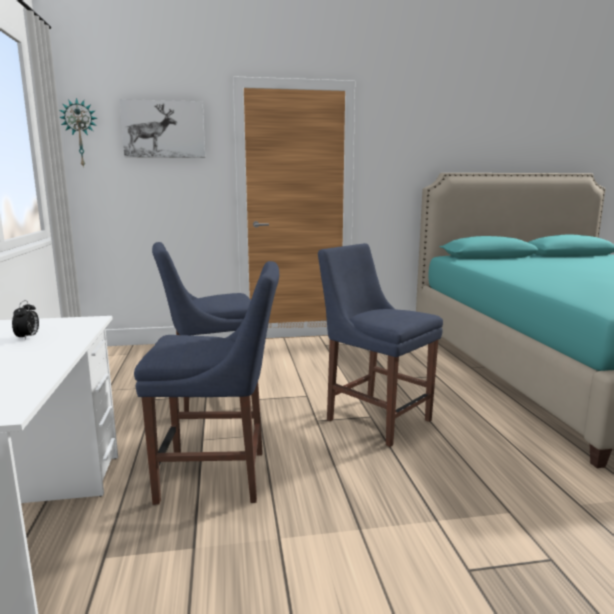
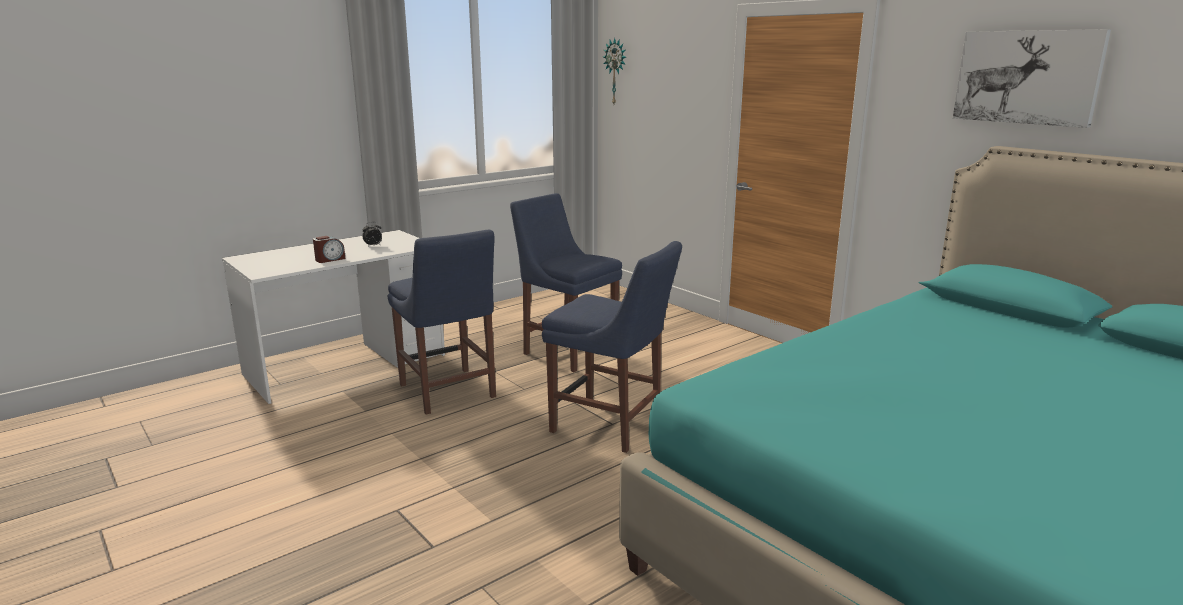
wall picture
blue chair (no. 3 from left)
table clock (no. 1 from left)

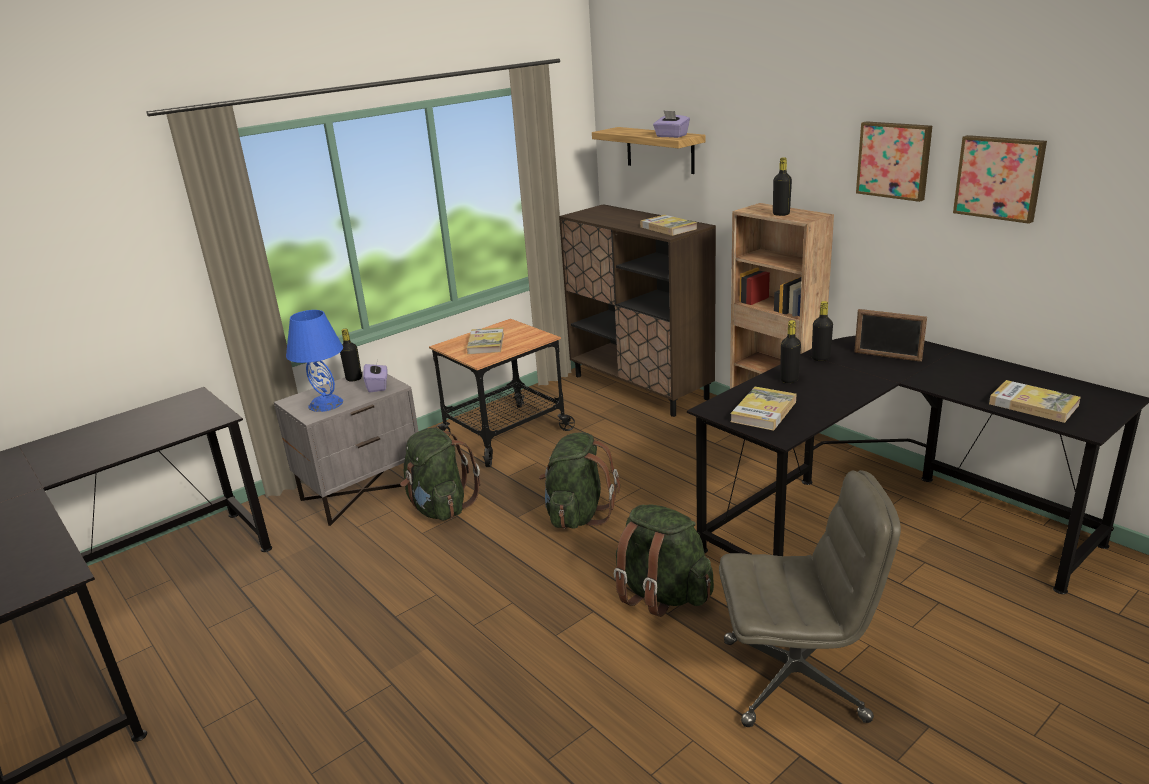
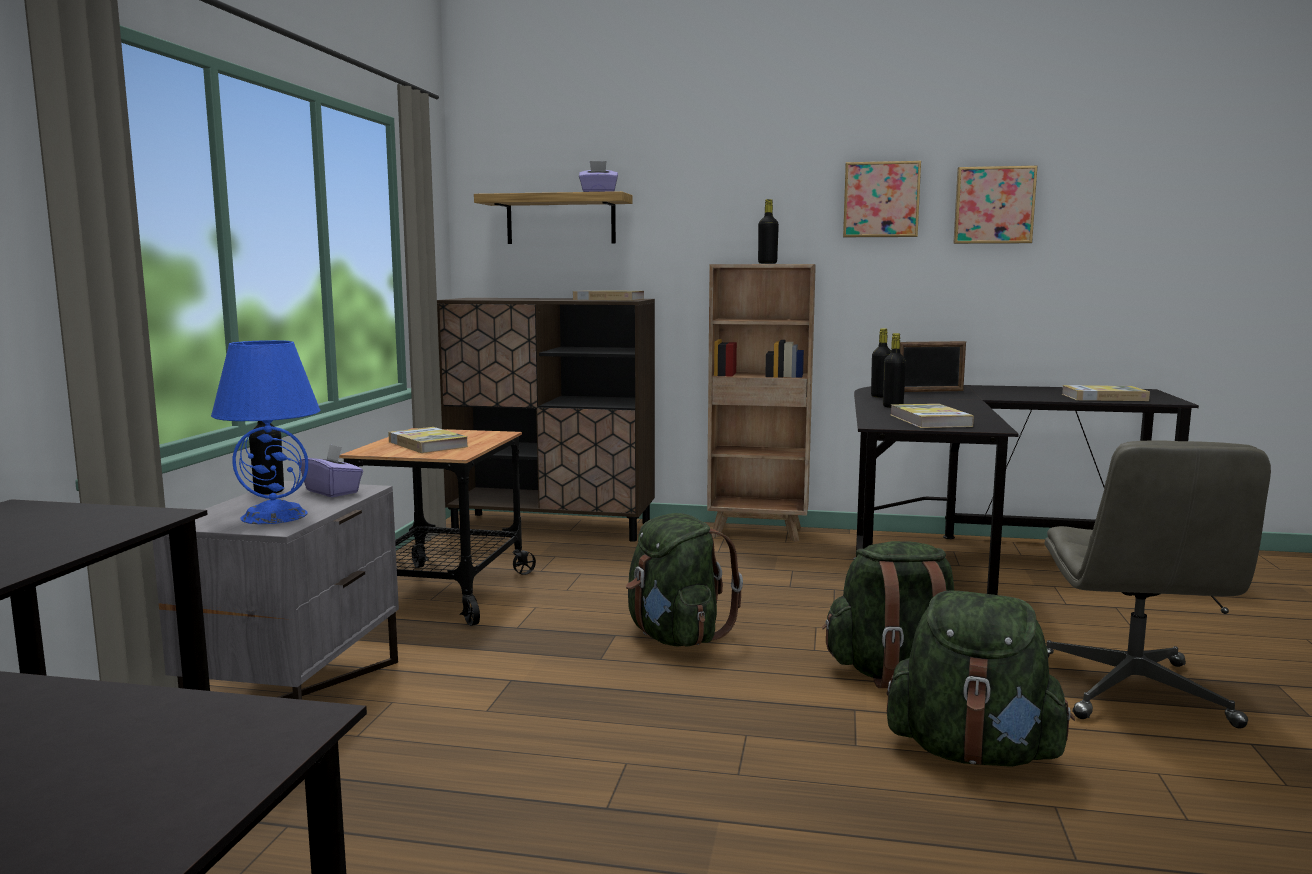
greenish knapsack (no. 3 from left)
grey computer chair

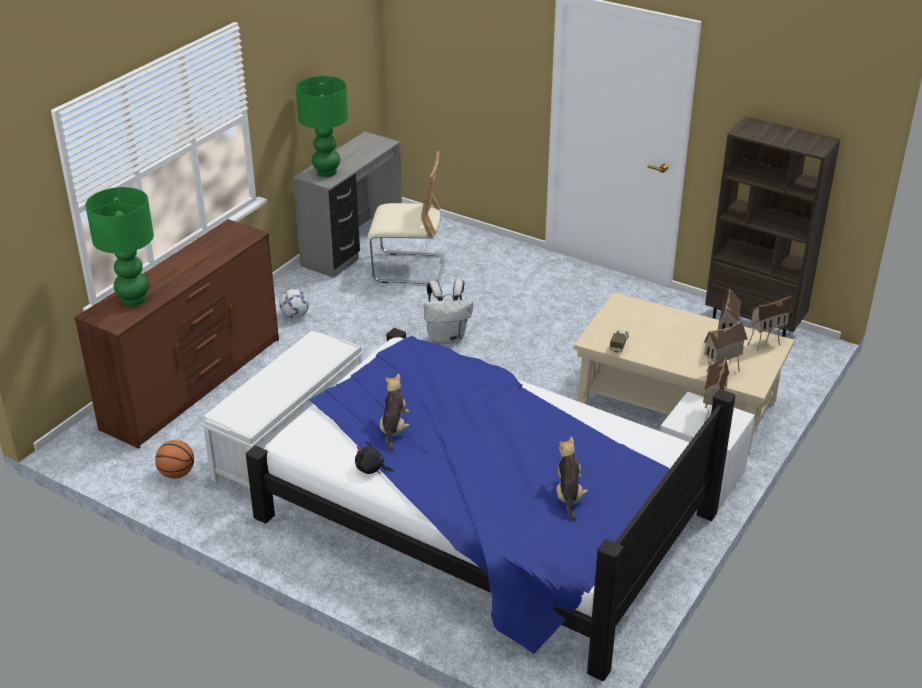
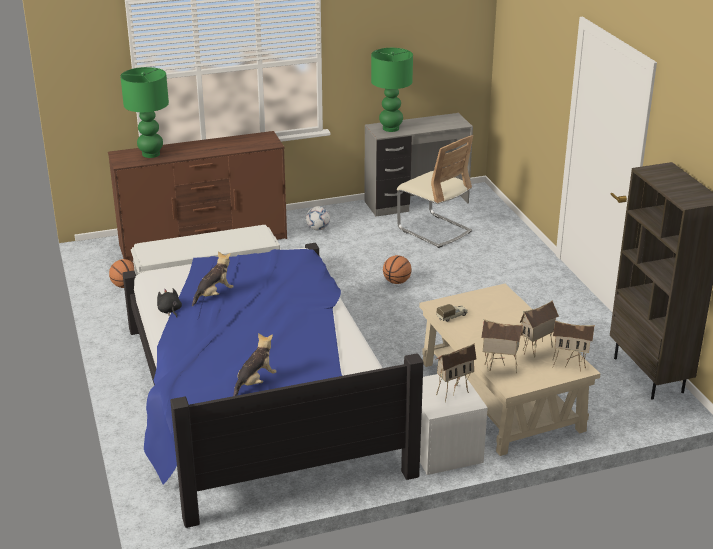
ball for basketball (no. 2 from left)

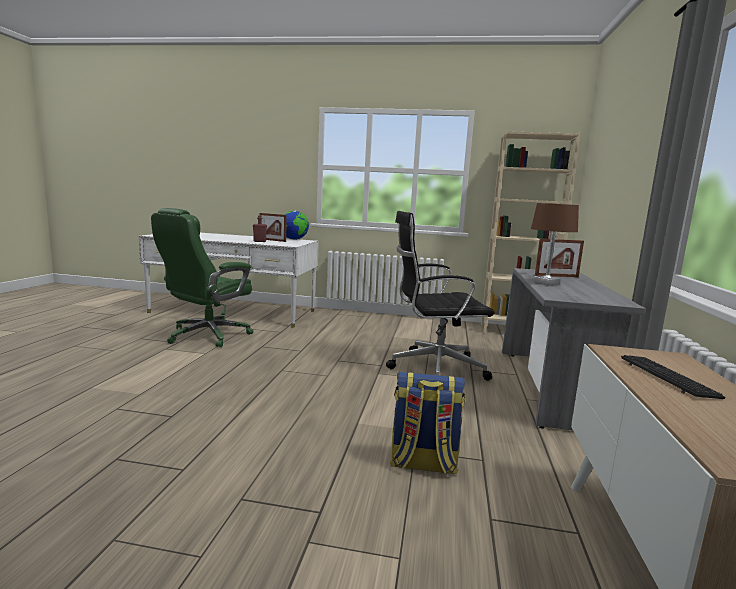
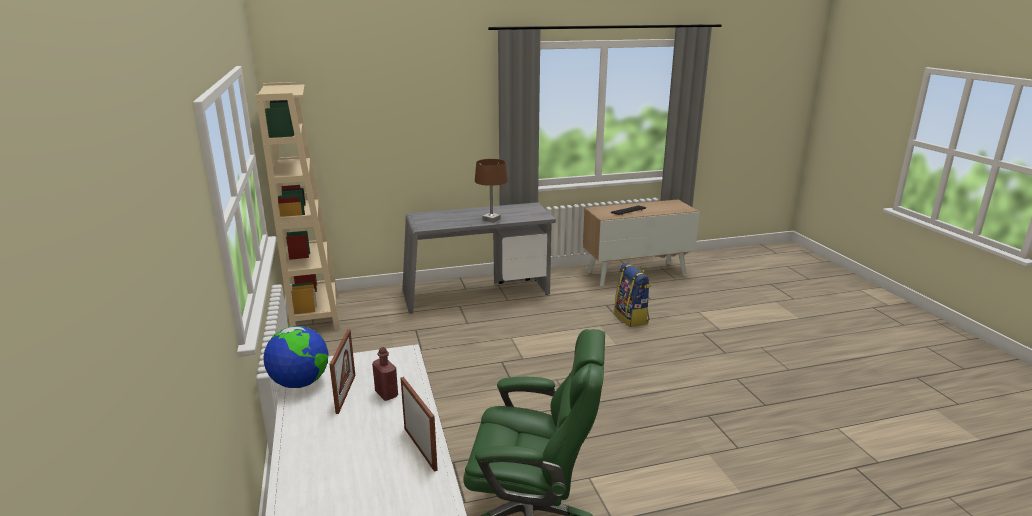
black-coloured computer chair
photo frame (no. 2 from left)

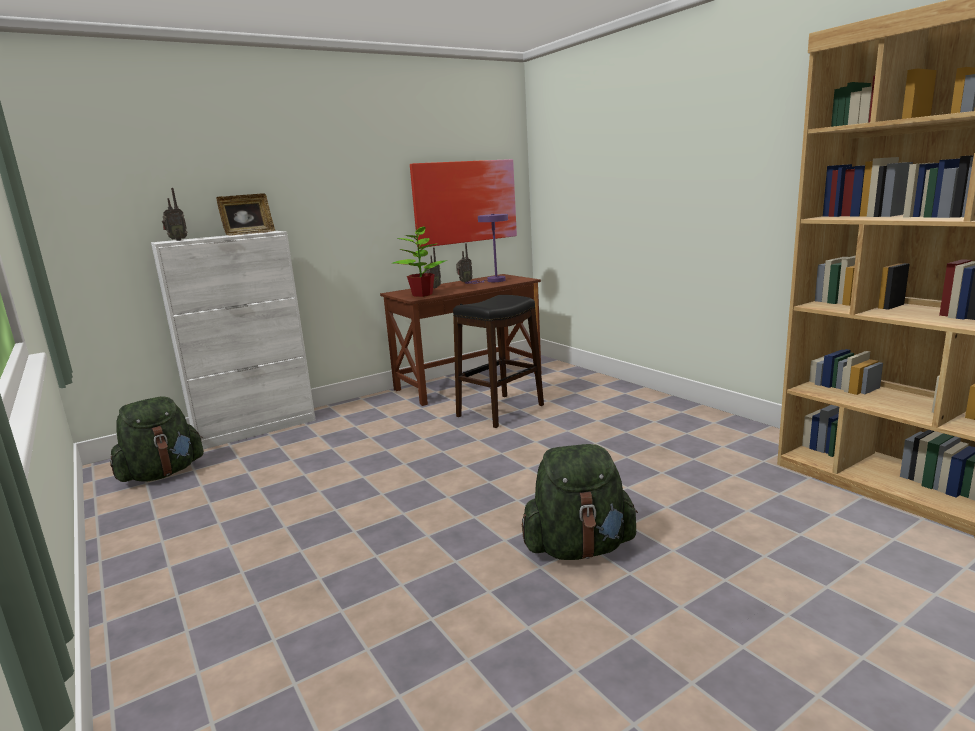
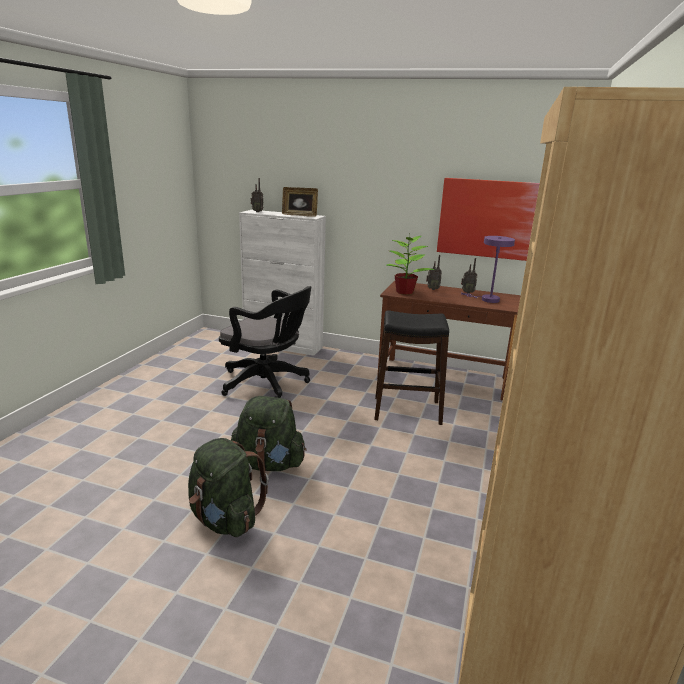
greenish knapsack (no. 2 from left)
black-coloured computer chair

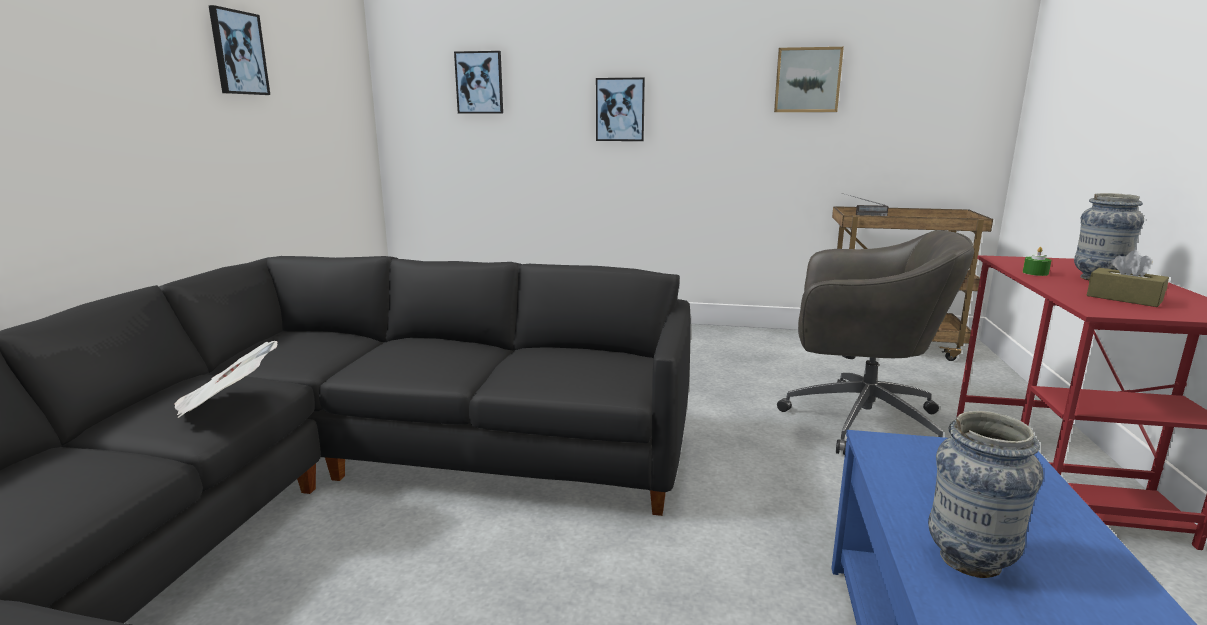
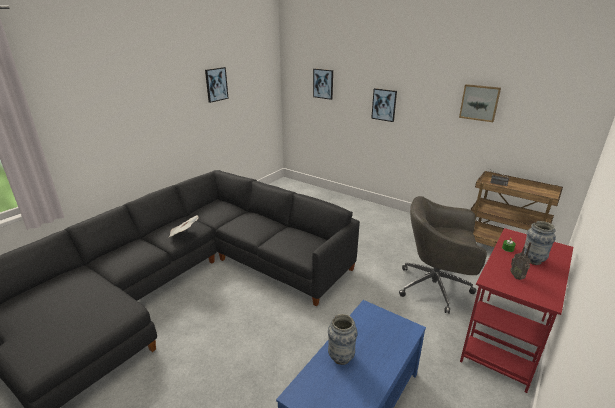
grey computer chair
radio receiver (no. 2 from left)

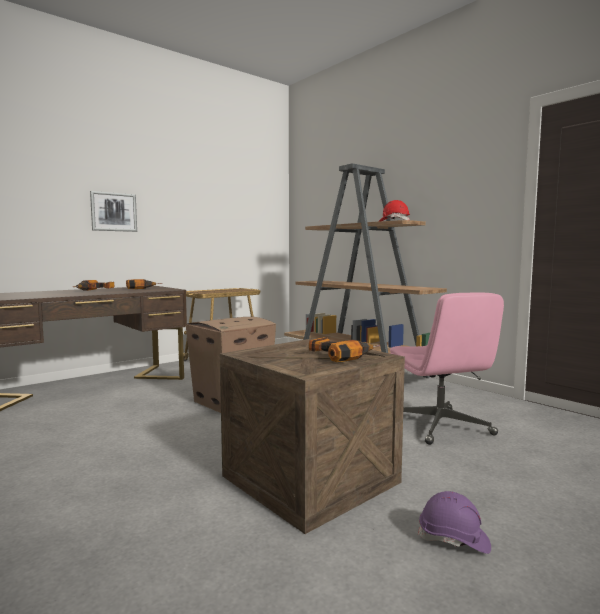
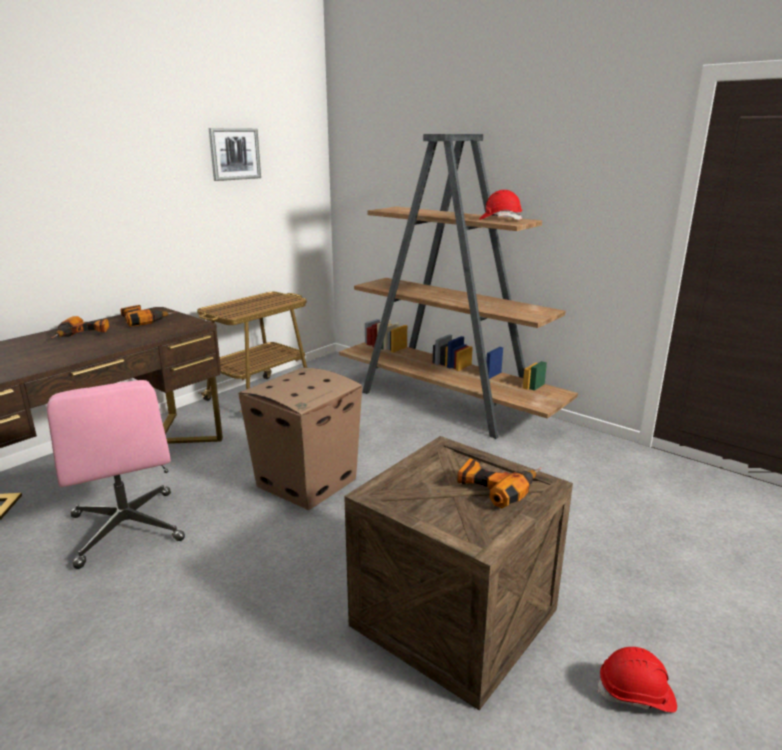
wall picture
pink computer chair
red-coloured safety helmet (no. 2 from left)

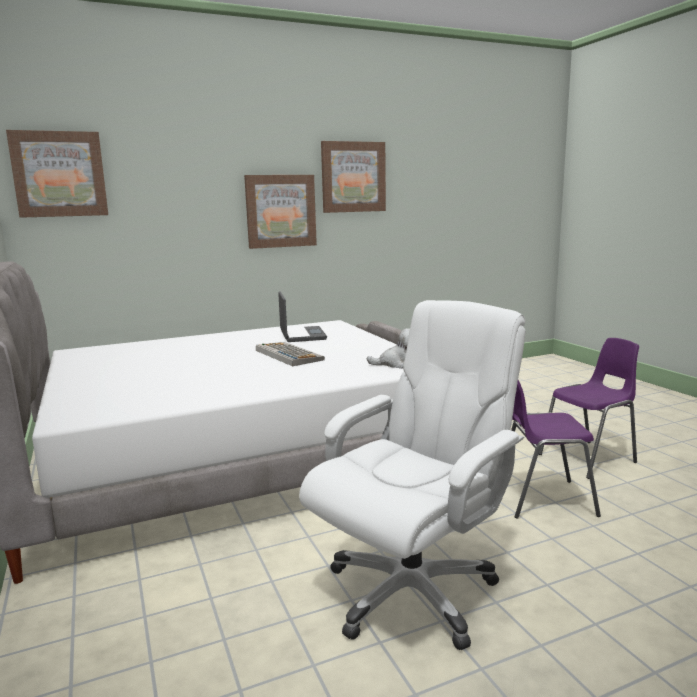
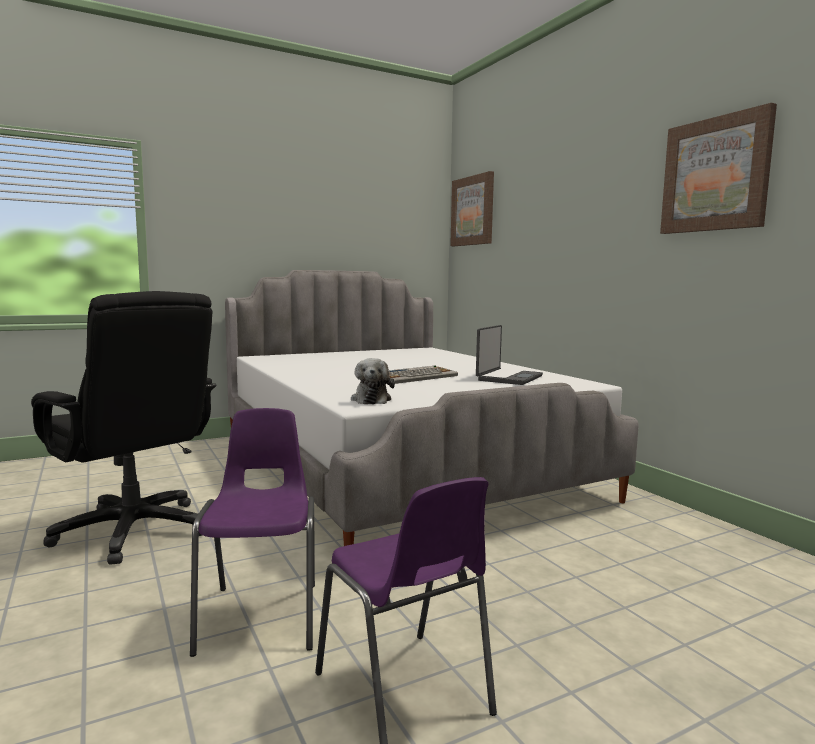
wall picture (no. 2 from left in the first image)
portable computer
black-coloured computer chair

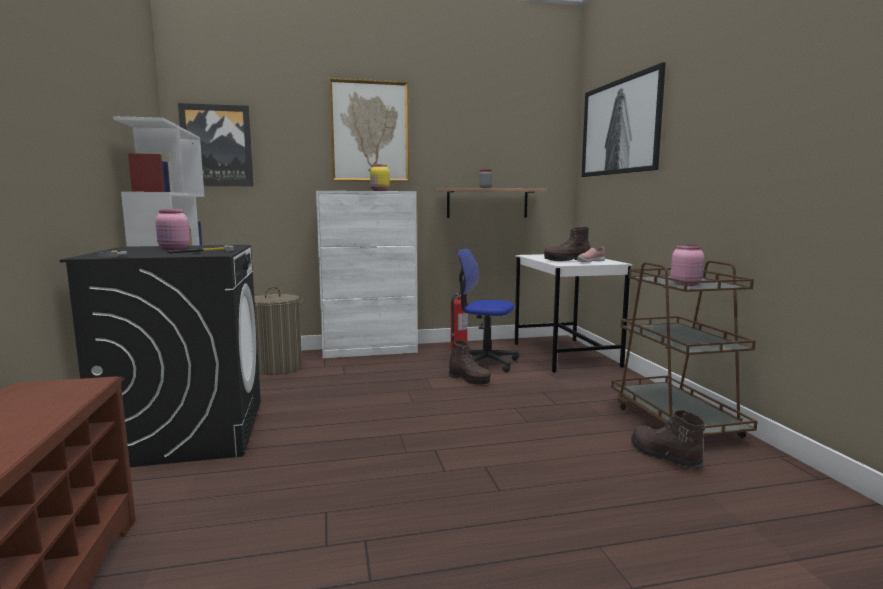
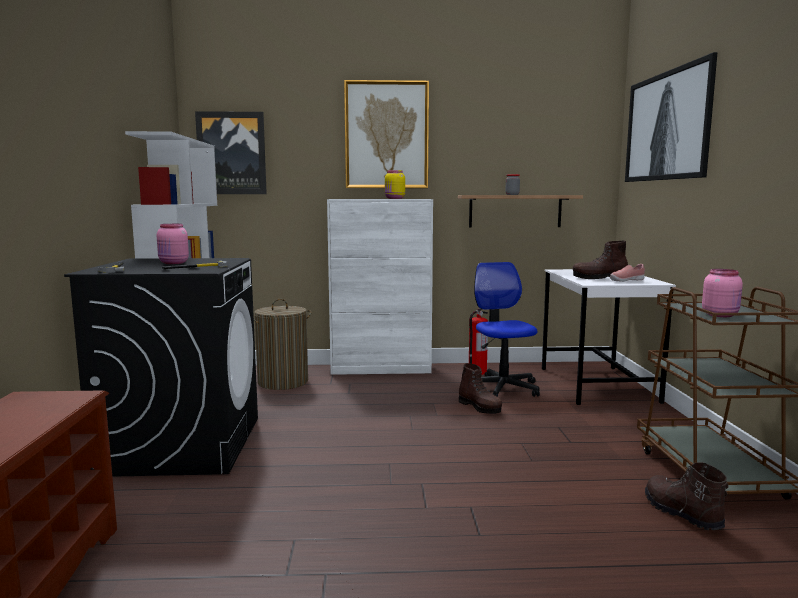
computer chair

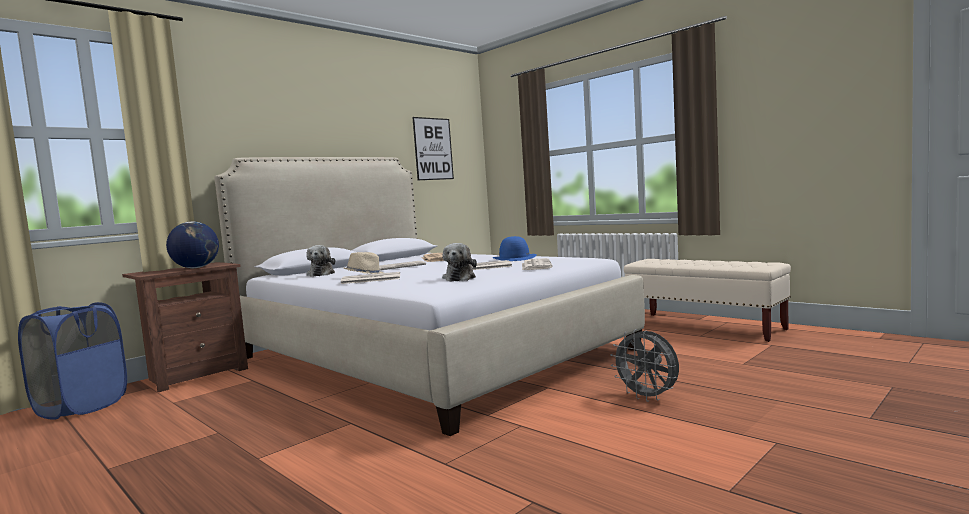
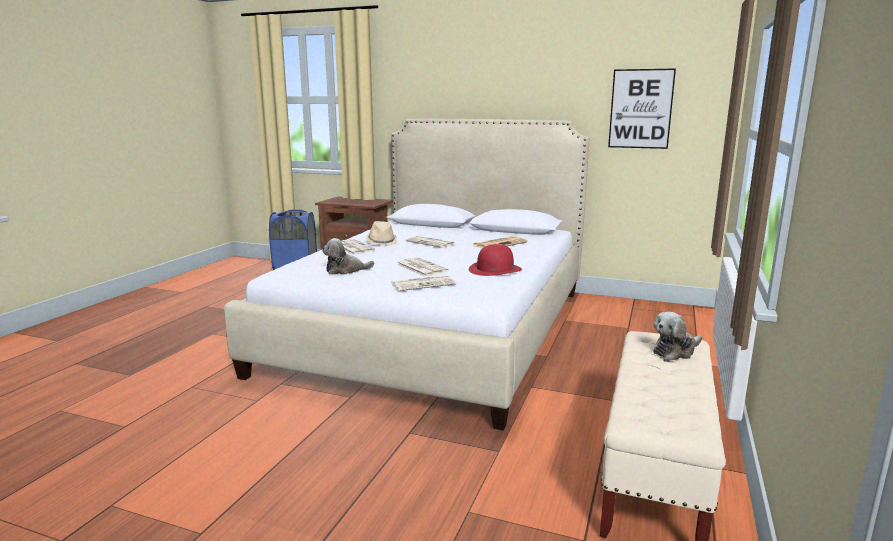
world globe
plush toy (no. 2 from left)
red-coloured wearable hat
grey fan

